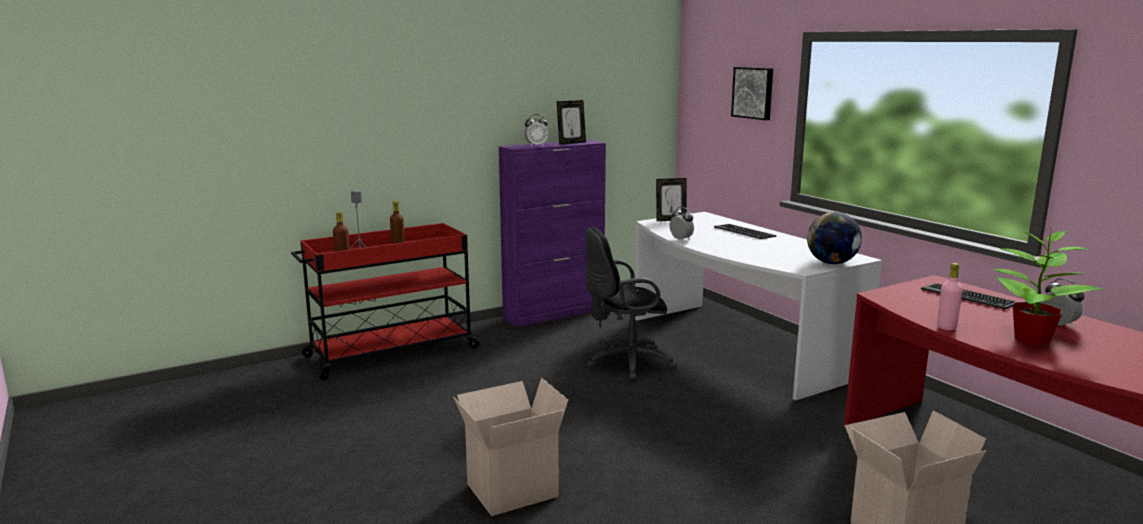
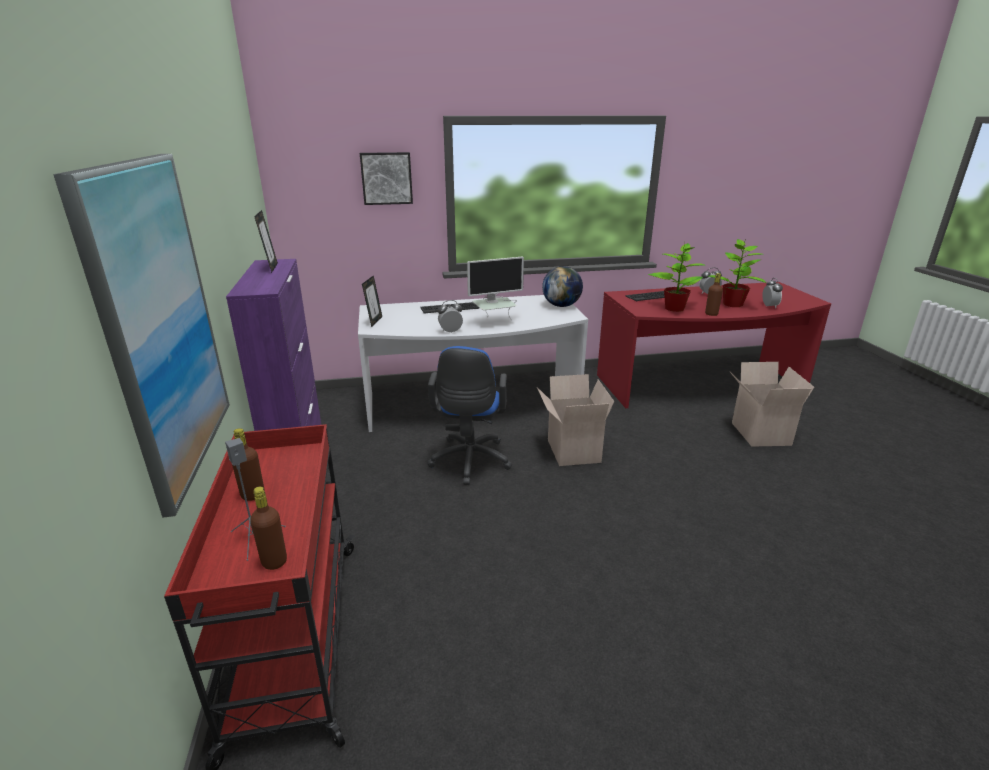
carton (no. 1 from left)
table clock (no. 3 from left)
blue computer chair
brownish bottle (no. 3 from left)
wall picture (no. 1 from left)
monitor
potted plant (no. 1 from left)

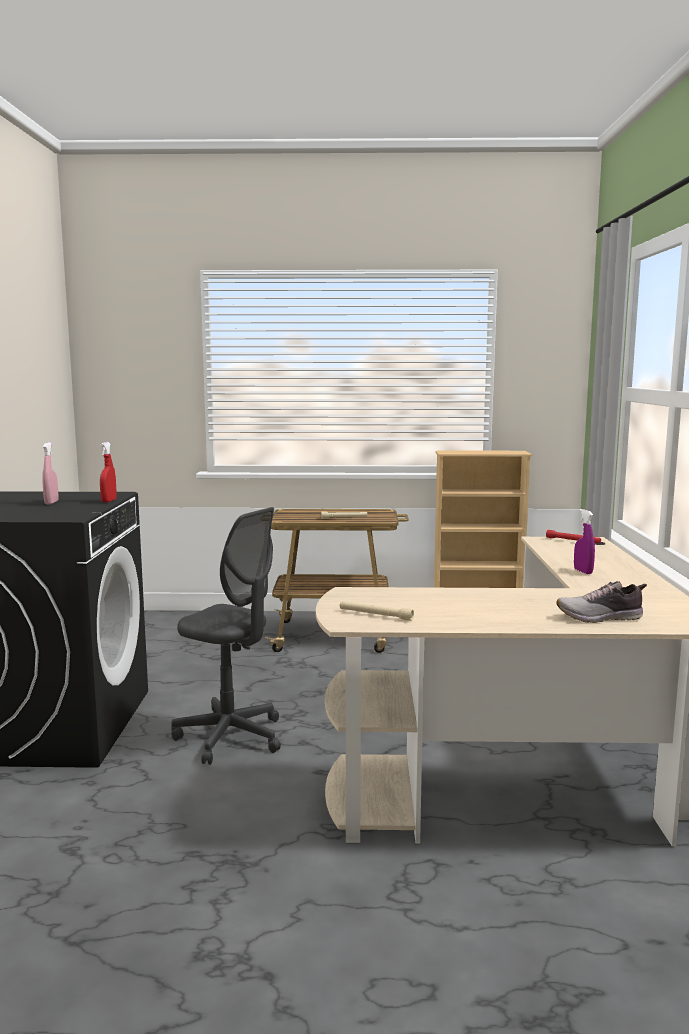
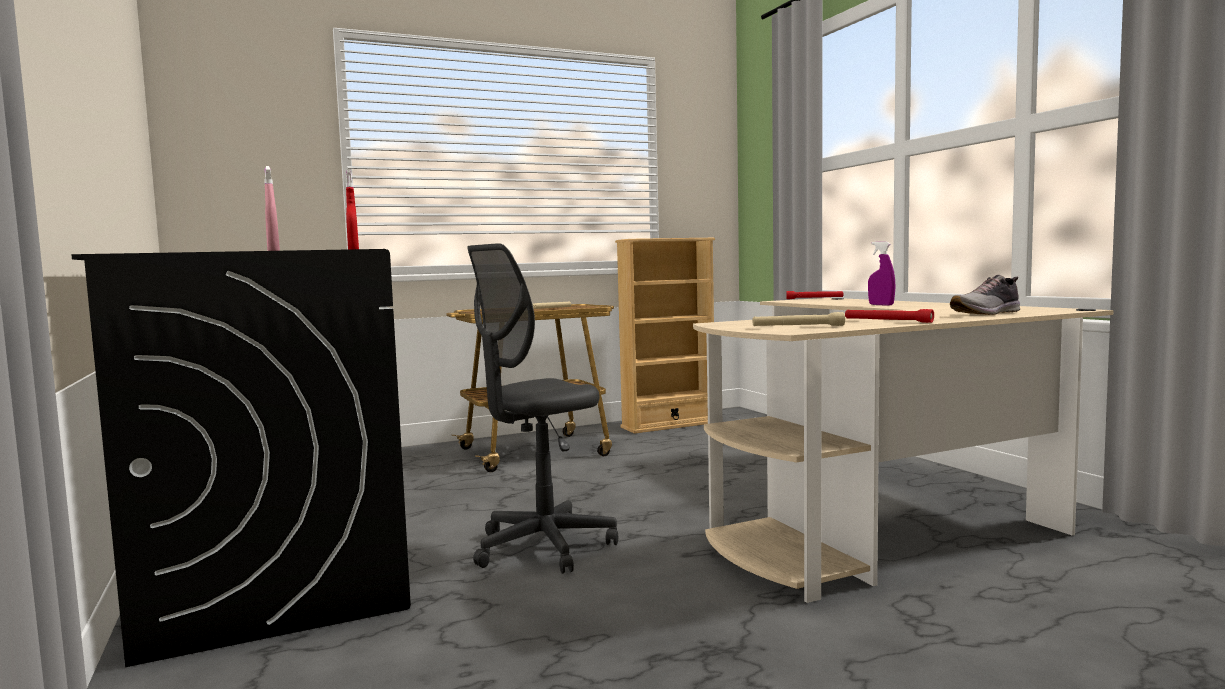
grey computer chair
red-coloured hand torch (no. 2 from left)

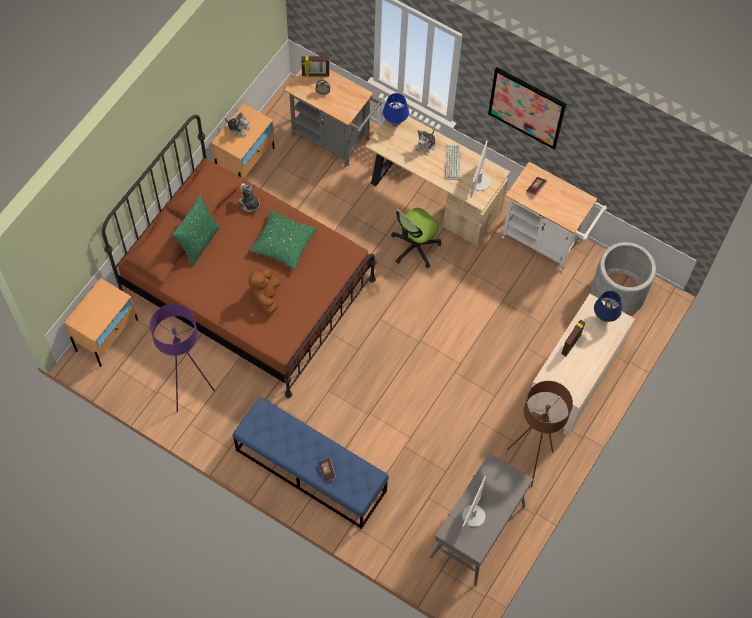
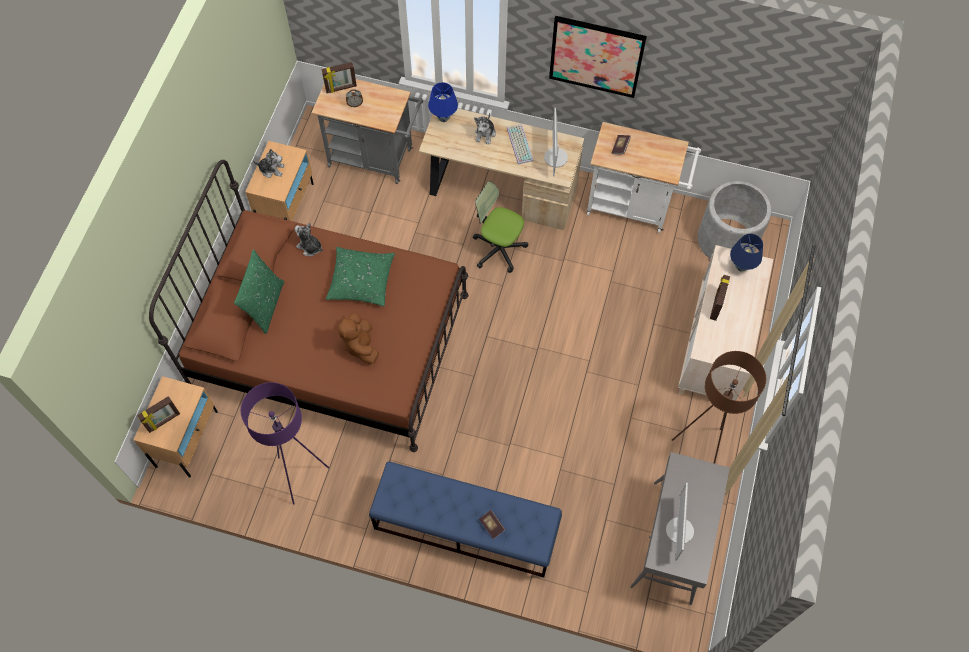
computer chair
photo frame (no. 1 from left)

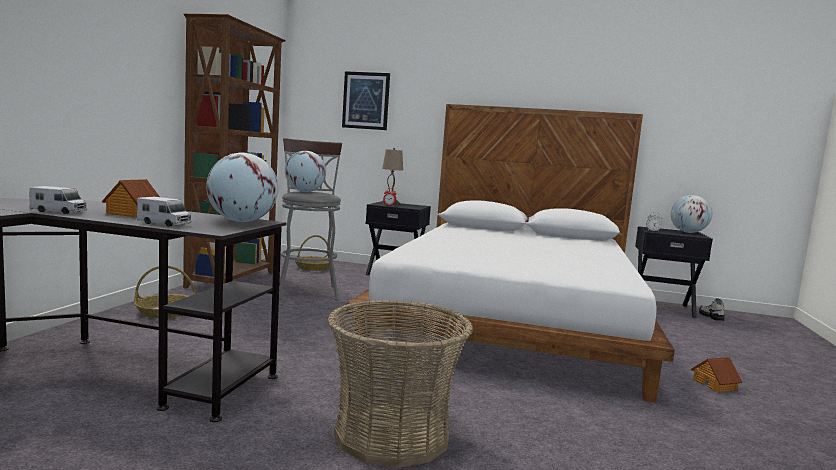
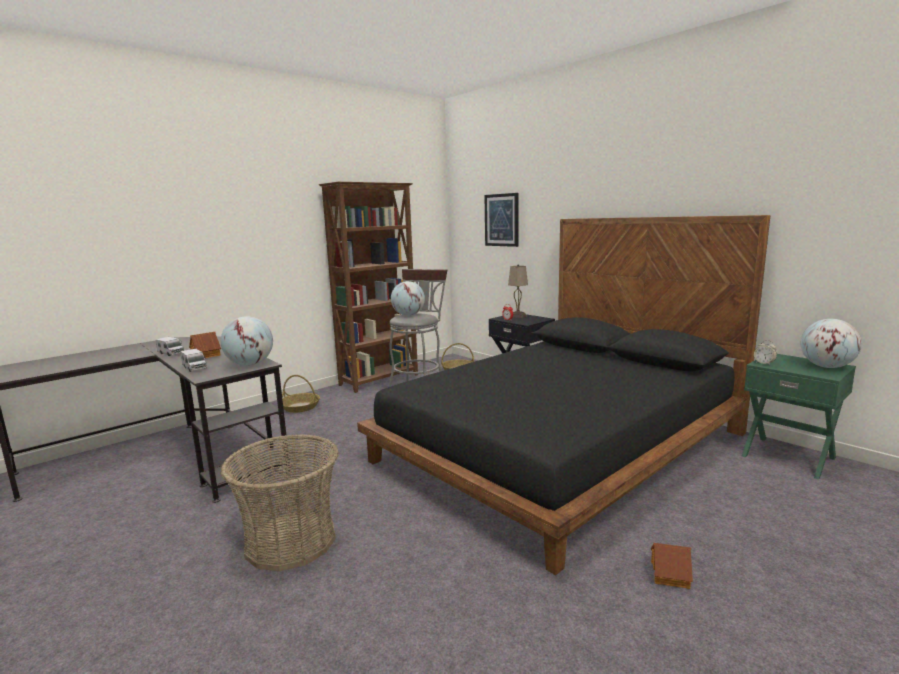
black-coloured sleeping bed
greenish nightstand
low shoe

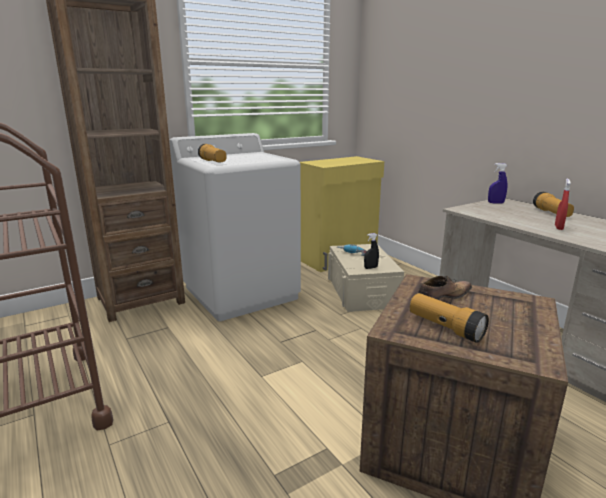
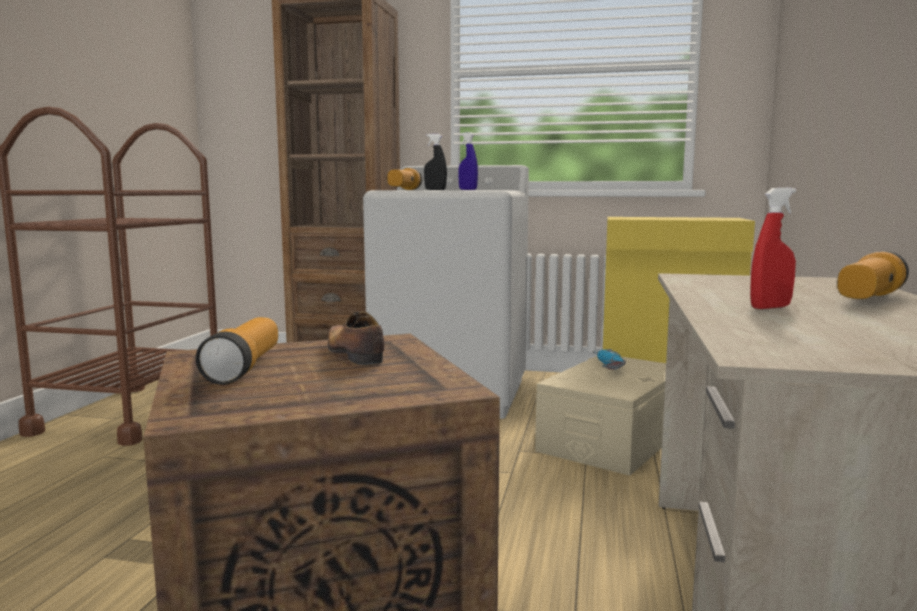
black-coloured sprayer
low shoe
blue sprayer

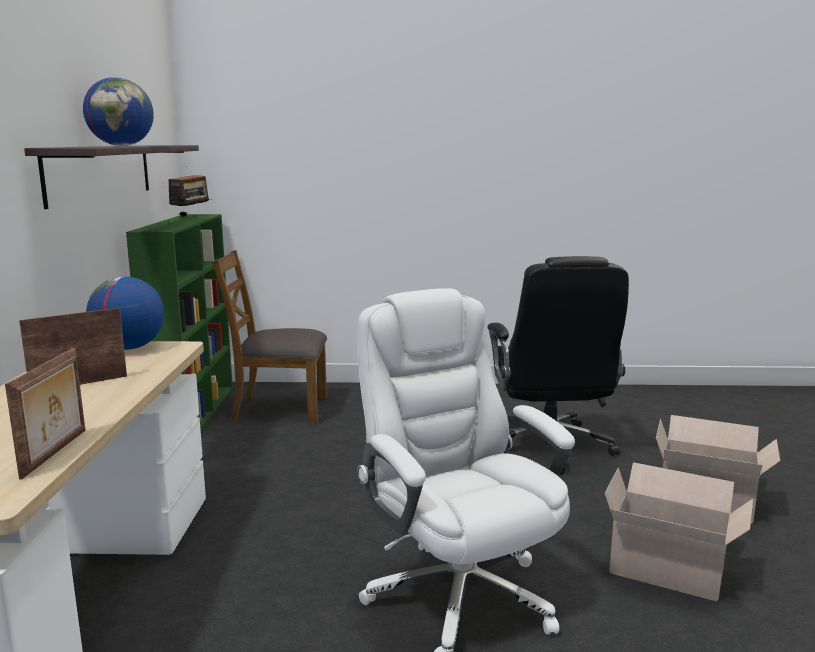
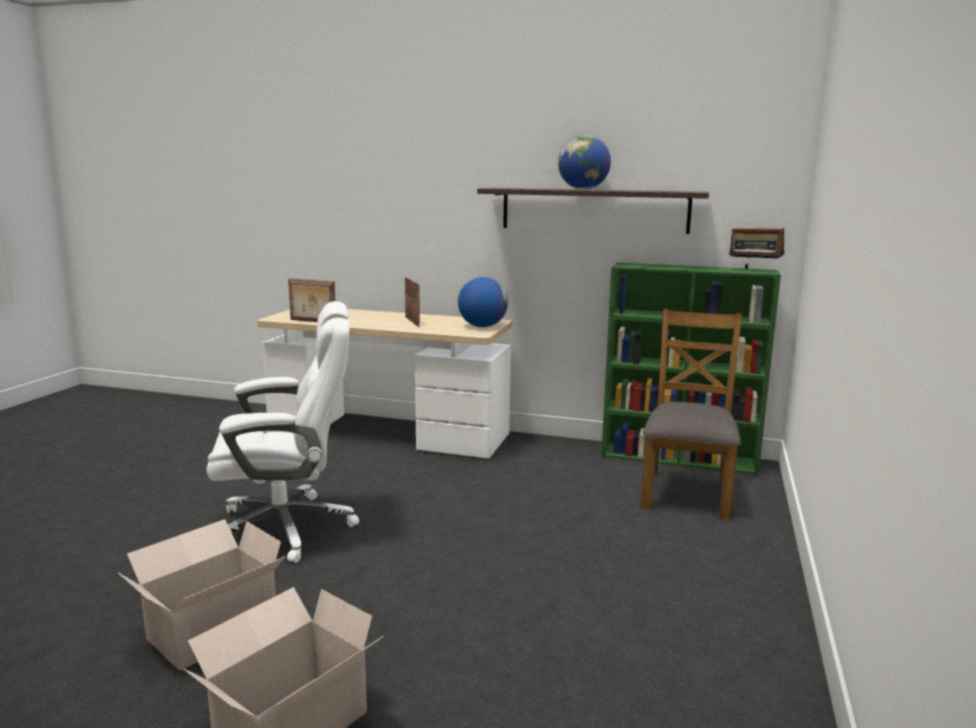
black-coloured computer chair

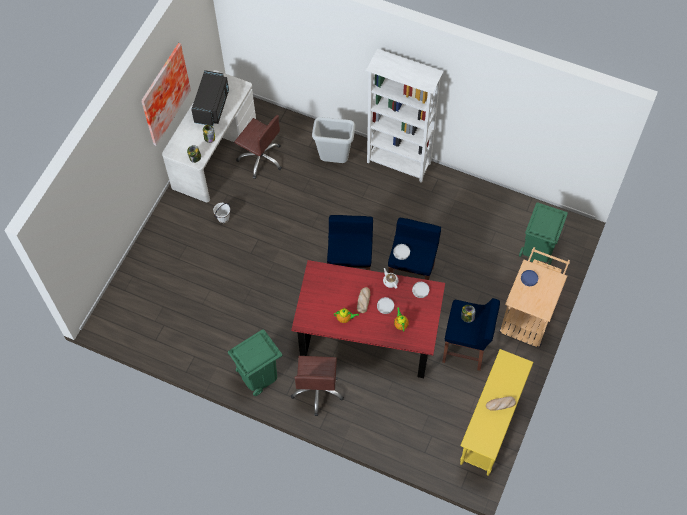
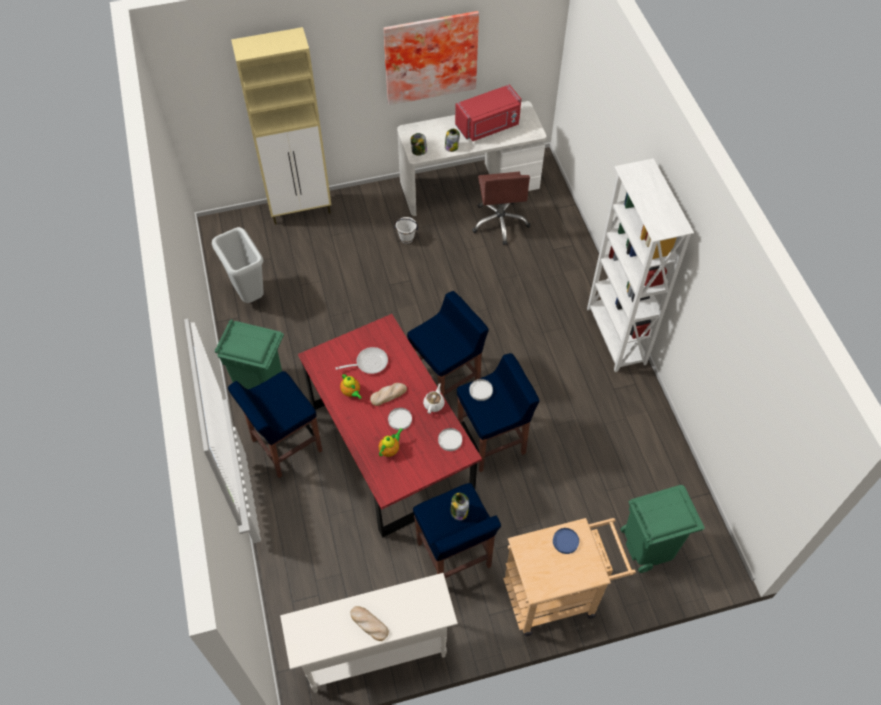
red-coloured microwave oven
blue sitting stool (no. 1 from left)
grey rubbish bin
whitish narrow table
beige storage cabinet
pan

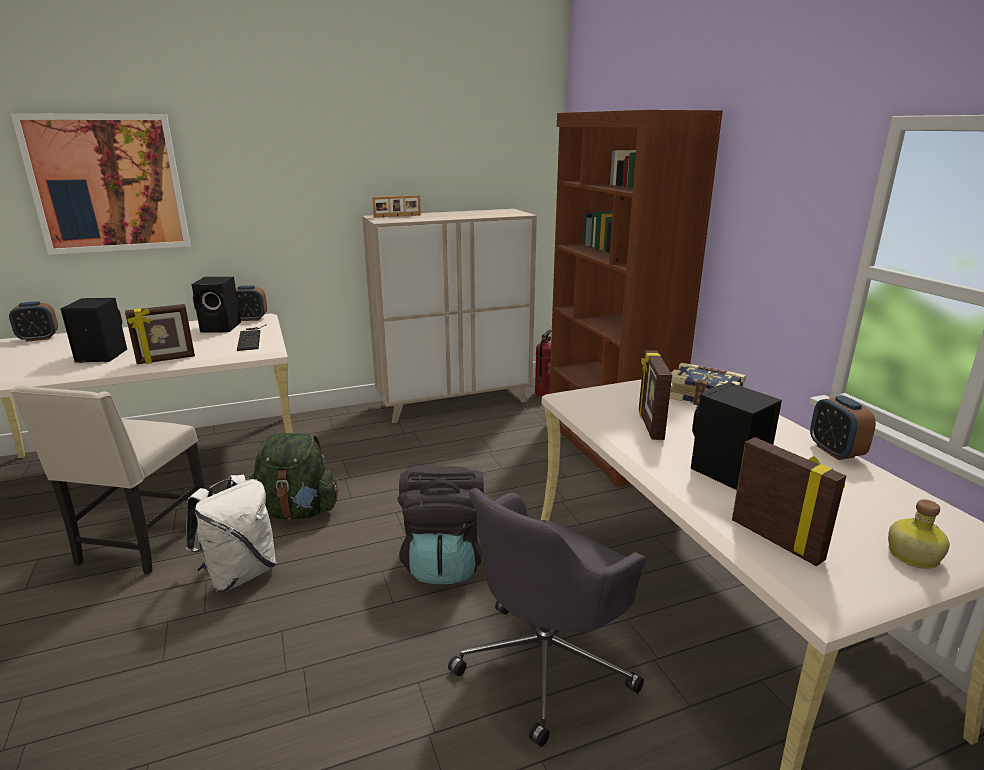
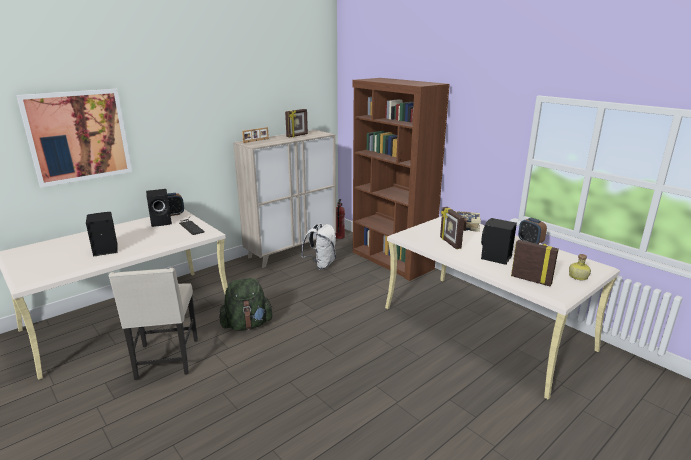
table clock (no. 1 from left in the first image)
photo frame (no. 2 from left)
whitish knapsack
black-coloured knapsack
grey computer chair

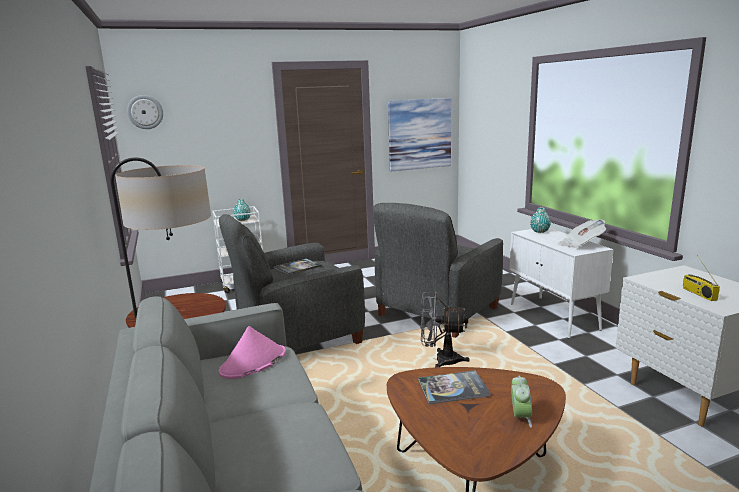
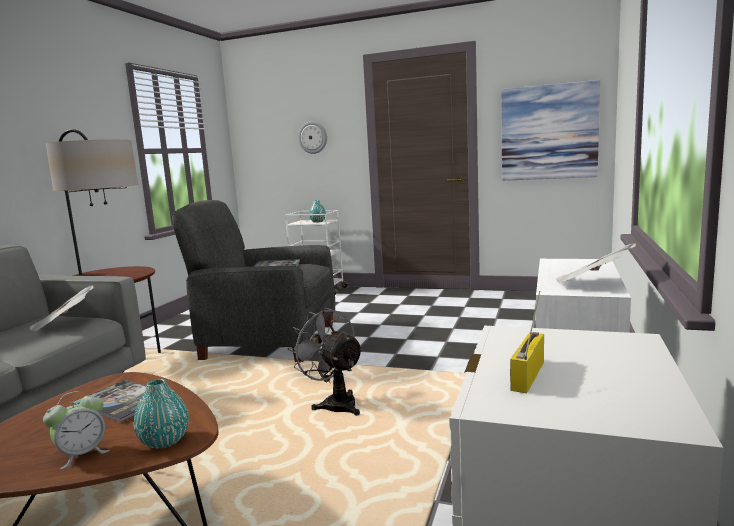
clock on the wall
daily paper (no. 1 from left)
grey armchair (no. 2 from left in the first image)
turquoise flower vase (no. 1 from left)

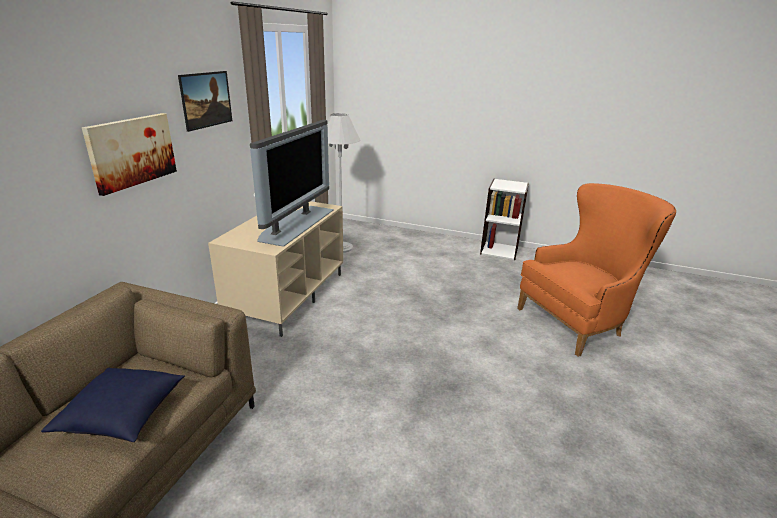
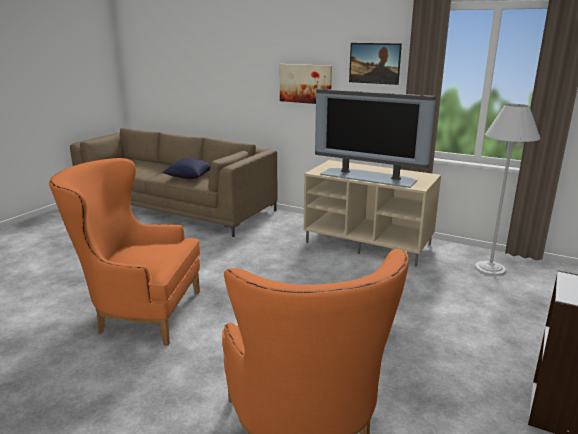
orange-coloured armchair (no. 1 from left)

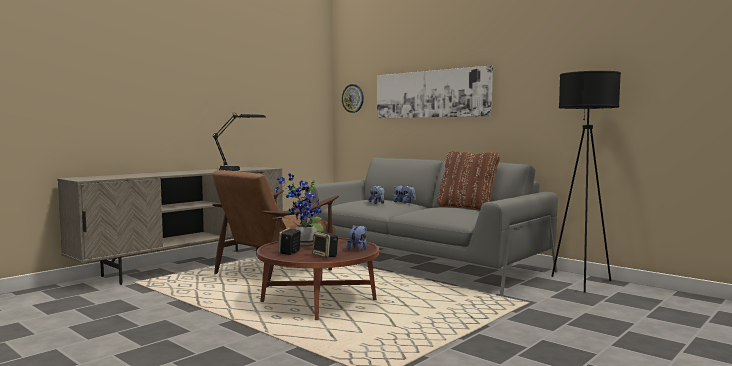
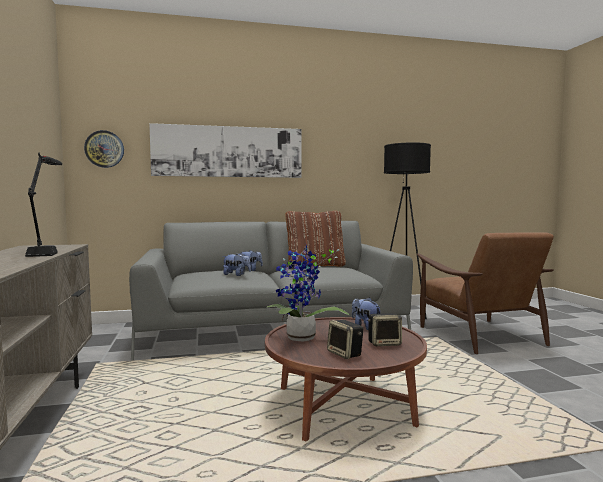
brownish armchair

